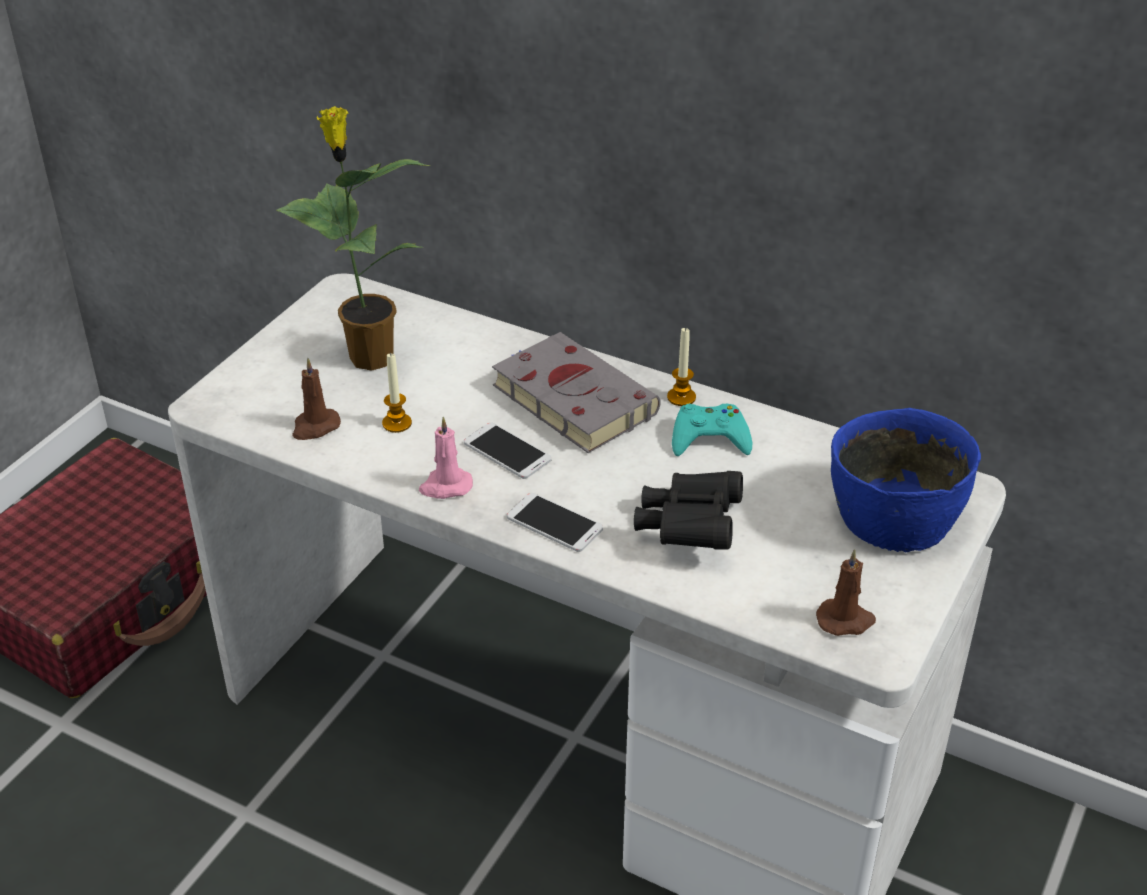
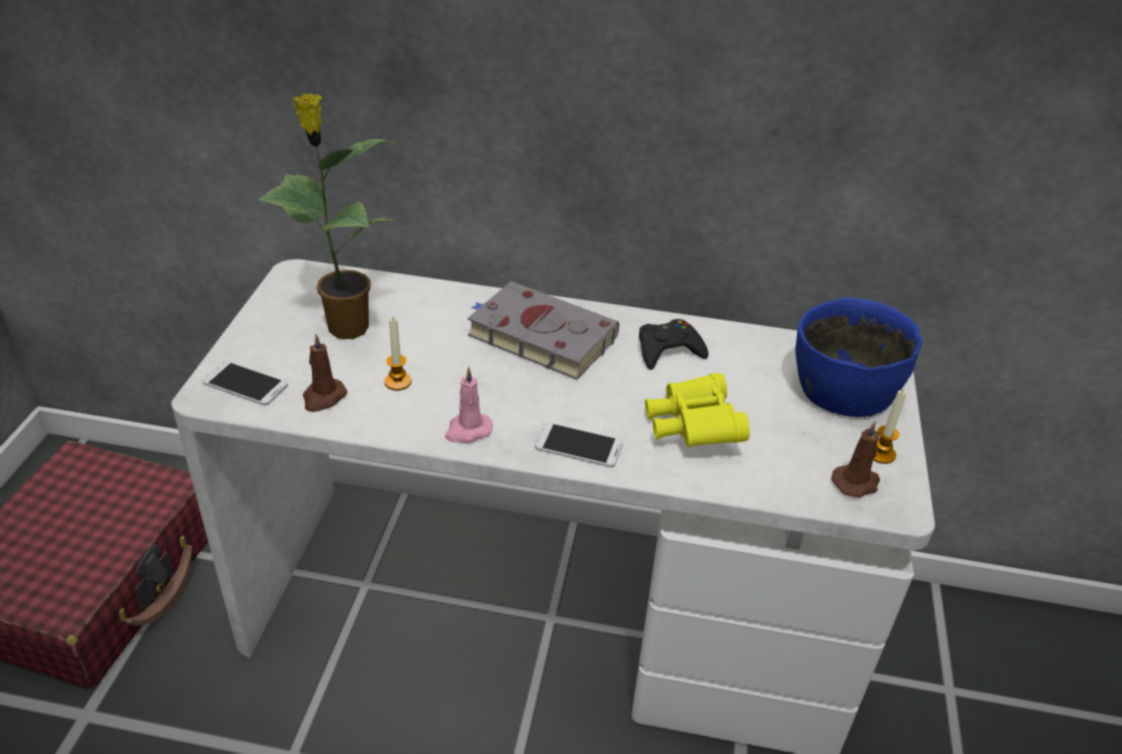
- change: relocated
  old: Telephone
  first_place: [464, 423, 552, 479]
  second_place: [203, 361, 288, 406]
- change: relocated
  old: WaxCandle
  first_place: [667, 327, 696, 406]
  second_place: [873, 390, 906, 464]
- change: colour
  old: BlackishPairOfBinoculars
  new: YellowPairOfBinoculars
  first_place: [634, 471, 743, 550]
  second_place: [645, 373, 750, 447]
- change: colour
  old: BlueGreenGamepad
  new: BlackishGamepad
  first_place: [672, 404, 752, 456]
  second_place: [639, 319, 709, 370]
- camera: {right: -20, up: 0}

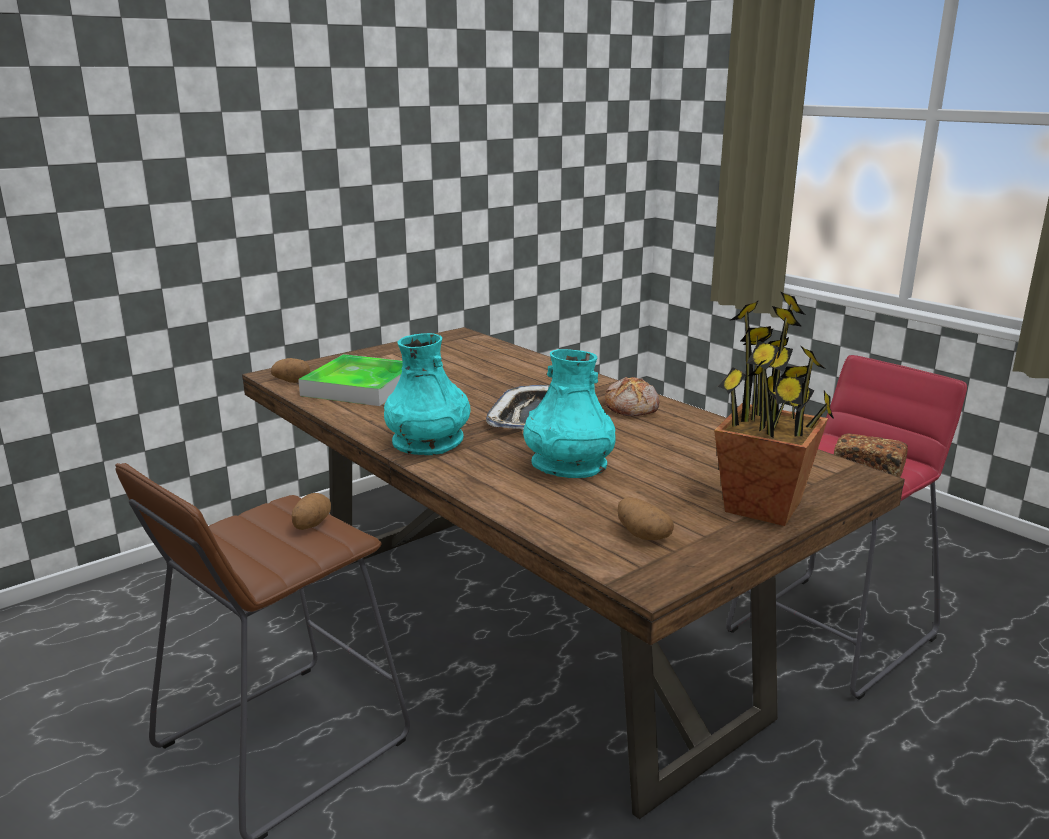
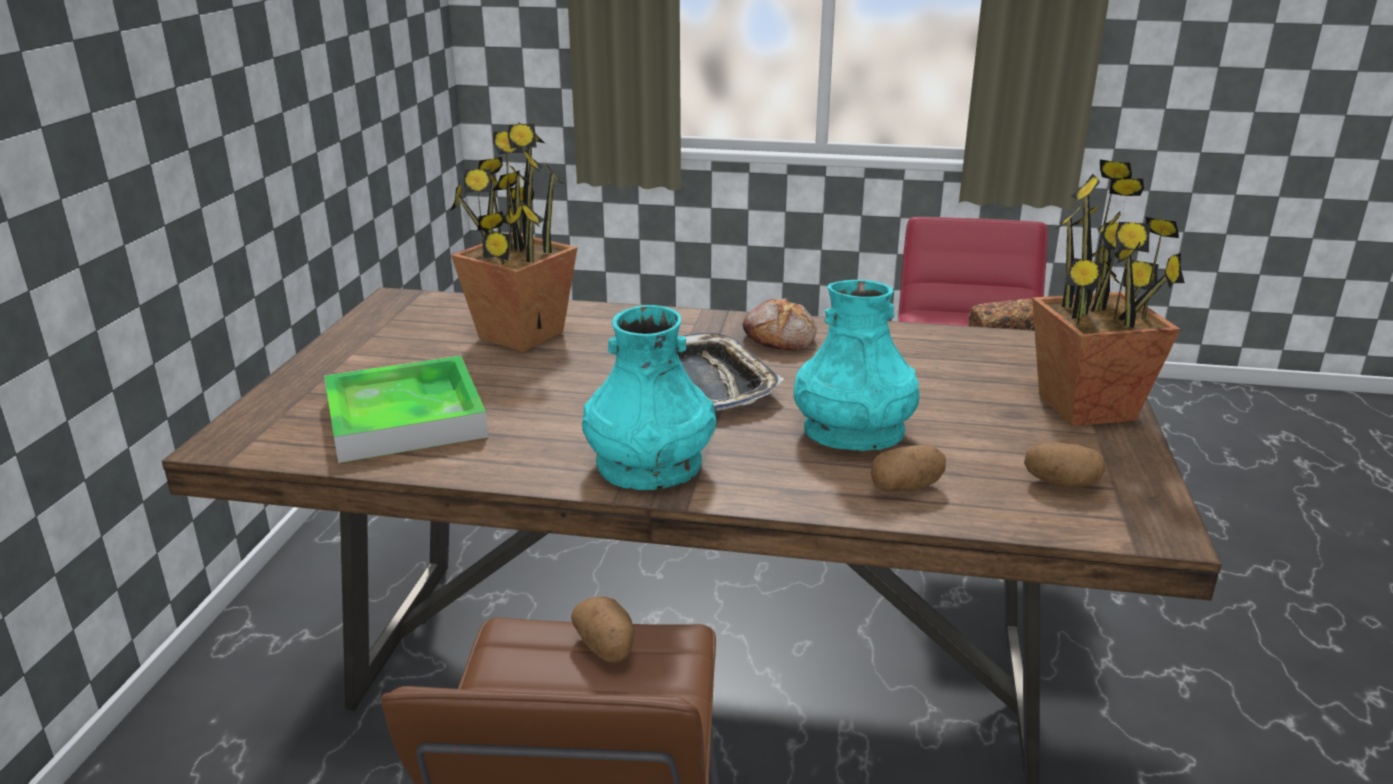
- change: appeared
  new: PlantInAPot
  second_place: [451, 123, 578, 352]
- change: relocated
  old: Spud
  first_place: [271, 358, 310, 383]
  second_place: [871, 445, 946, 491]
- camera: {right: -40, up: 5}

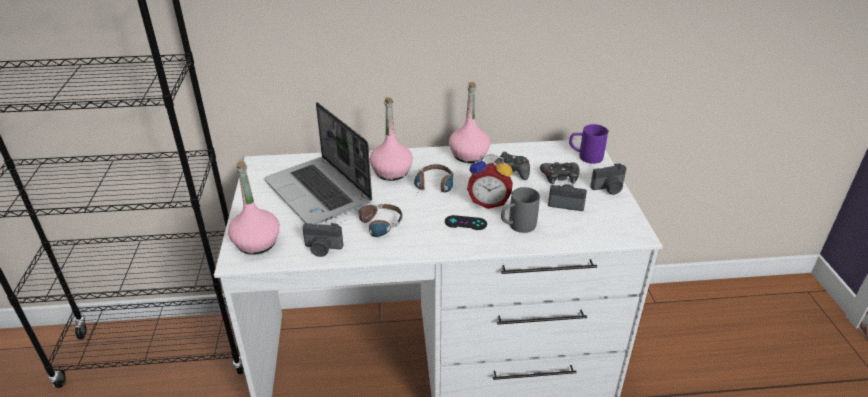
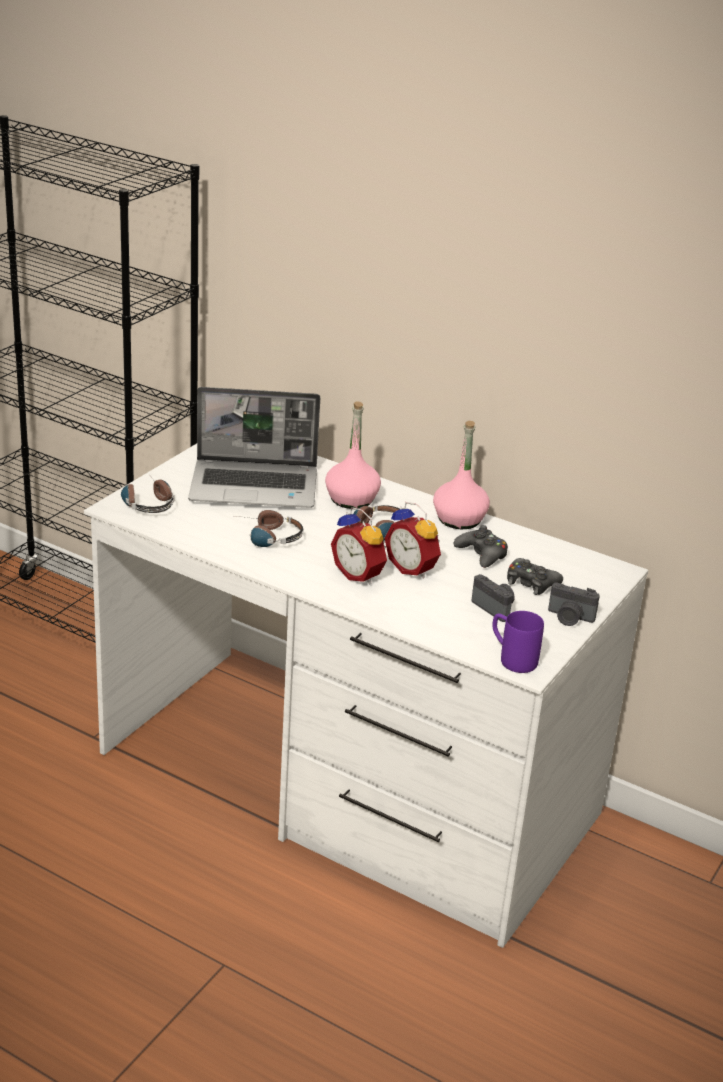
- change: missing
  old: StillCamera
  first_place: [302, 223, 343, 257]
- change: missing
  old: GreyishTeaMug
  first_place: [501, 187, 540, 233]
- change: relocated
  old: PurpleTeaMug
  first_place: [569, 124, 608, 164]
  second_place: [492, 611, 544, 673]
- change: exchanged
  old: PinkBottle
  new: PairOfHeadphones
  first_place: [228, 161, 280, 255]
  second_place: [121, 478, 174, 513]
- change: exchanged
  old: BlackishGamepad
  new: AlarmClock
  first_place: [445, 215, 487, 230]
  second_place: [331, 507, 387, 585]
- change: spun
  old: Laptop
  first_place: [264, 102, 372, 225]
  second_place: [188, 387, 320, 508]
  degrees: -90
- camera: {right: 35, up: -5}

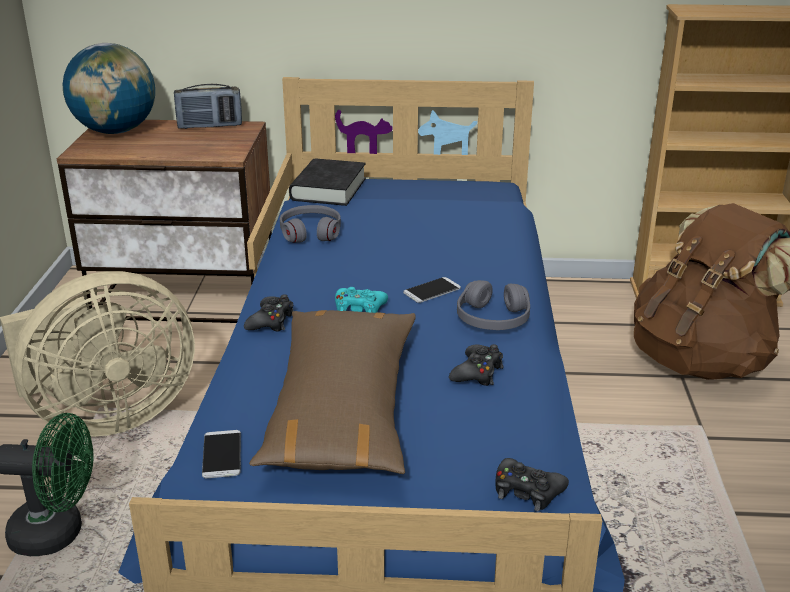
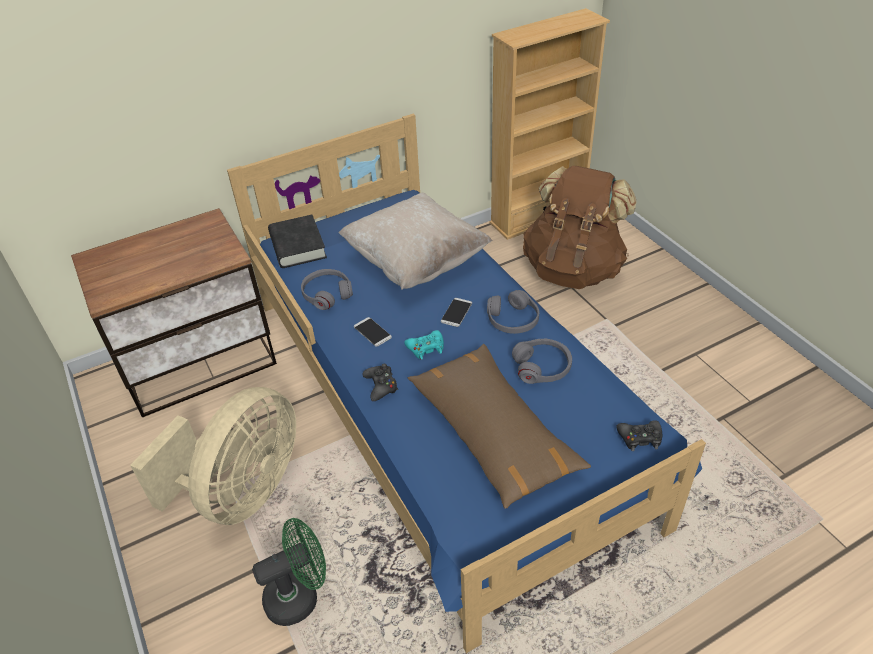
- change: missing
  old: WorldGlobe
  first_place: [62, 43, 155, 134]
- change: missing
  old: RadioSet
  first_place: [174, 84, 242, 129]
- change: appeared
  new: BeigeColouredPillow
  second_place: [339, 193, 493, 290]
- change: relocated
  old: Telephone
  first_place: [202, 430, 241, 479]
  second_place: [354, 317, 392, 347]
- change: exchanged
  old: BlackishGamepad
  new: GreyishPairOfHeadphones
  first_place: [449, 344, 504, 386]
  second_place: [512, 339, 572, 384]
- camera: {right: -30, up: 15}

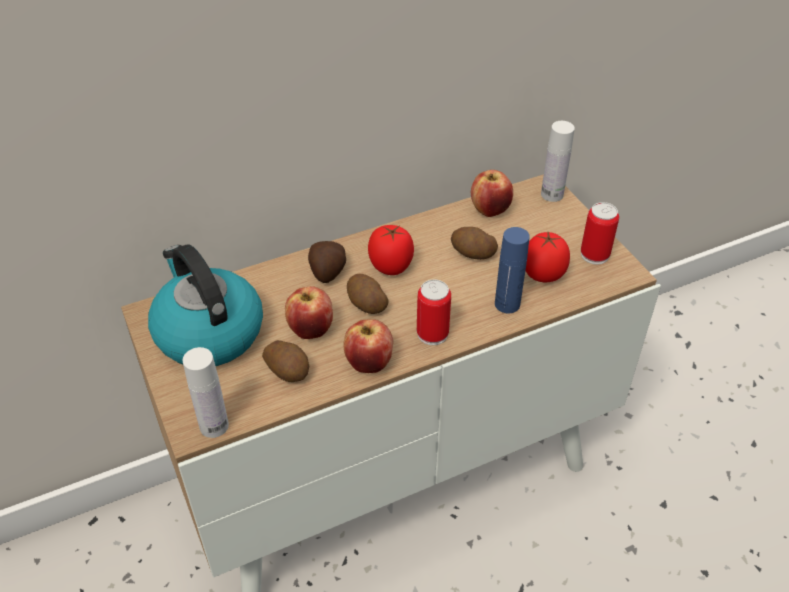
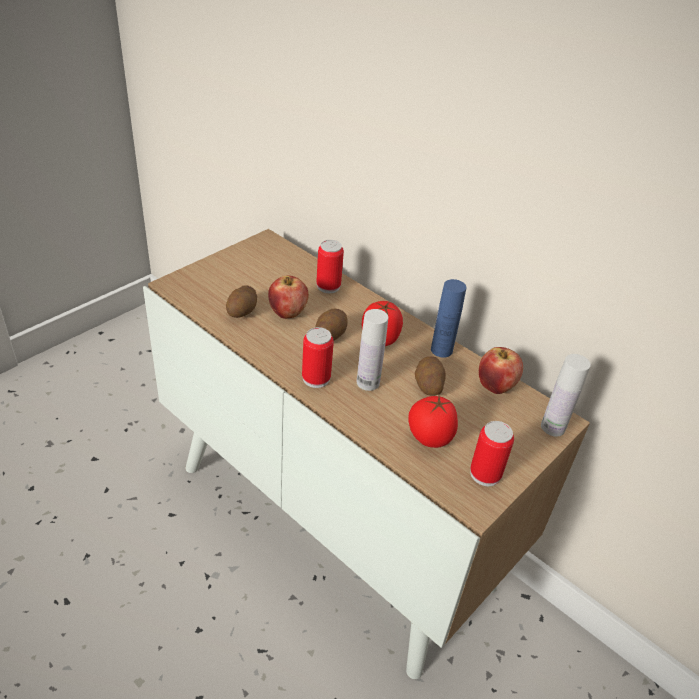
- change: missing
  old: Kettle
  first_place: [148, 245, 263, 366]
- change: missing
  old: Spud
  first_place: [308, 241, 346, 283]
- change: missing
  old: Apple
  first_place: [343, 319, 393, 373]
- change: appeared
  new: Can
  second_place: [316, 240, 344, 293]
- change: relocated
  old: WhiteBottle
  first_place: [183, 347, 229, 438]
  second_place: [357, 309, 388, 391]
- change: relocated
  old: BluishBottle
  first_place: [495, 227, 530, 313]
  second_place: [431, 279, 466, 358]
- camera: {right: 65, up: -5}

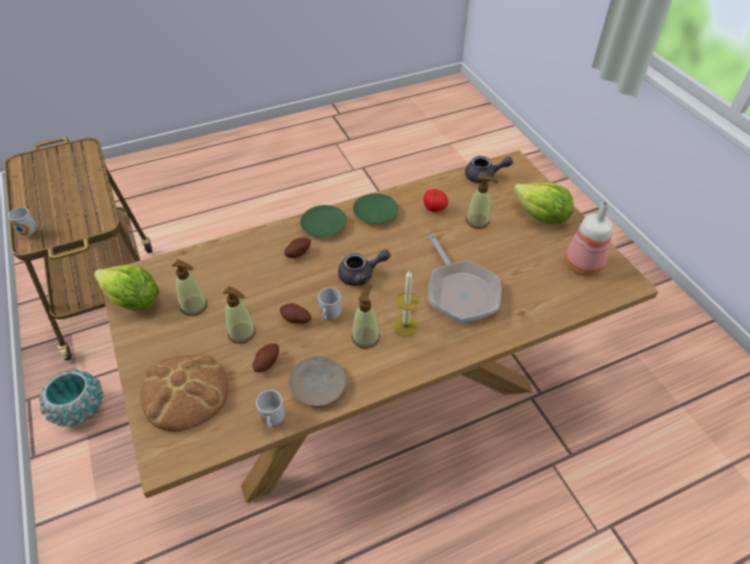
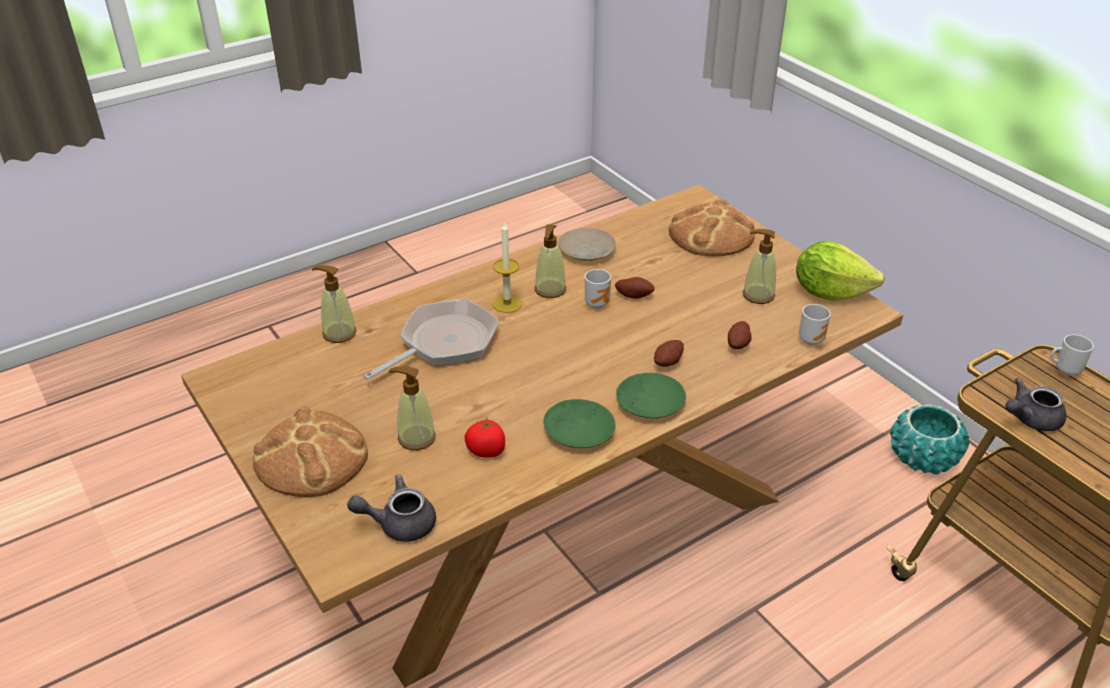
- change: missing
  old: Bottle
  first_place: [565, 201, 613, 276]
- change: relocated
  old: LiquidSoapBottle
  first_place: [223, 286, 256, 344]
  second_place: [312, 265, 356, 343]
- change: relocated
  old: Spud
  first_place: [253, 344, 279, 372]
  second_place: [728, 321, 752, 349]
- change: relocated
  old: TeaMug
  first_place: [256, 390, 285, 429]
  second_place: [799, 304, 831, 345]
- change: relocated
  old: GreyishPotForTea
  first_place: [338, 250, 391, 286]
  second_place: [1006, 378, 1067, 431]
- change: exchanged
  old: LettuceHead
  new: BakeryBread
  first_place: [513, 183, 574, 224]
  second_place: [253, 406, 368, 497]
- change: spun
  old: Pan
  first_place: [428, 235, 501, 323]
  second_place: [364, 299, 499, 380]
  degrees: 75
- camera: {right: 170, up: -10}

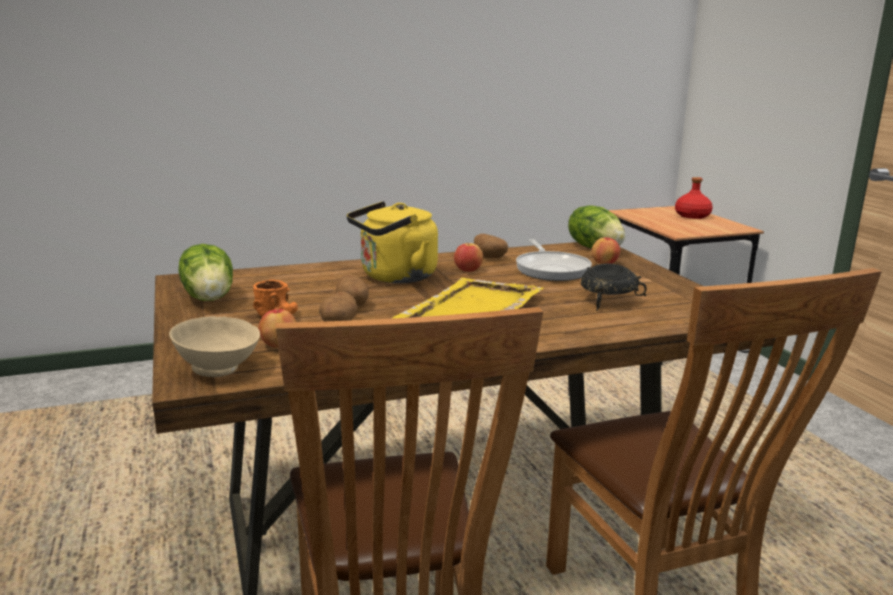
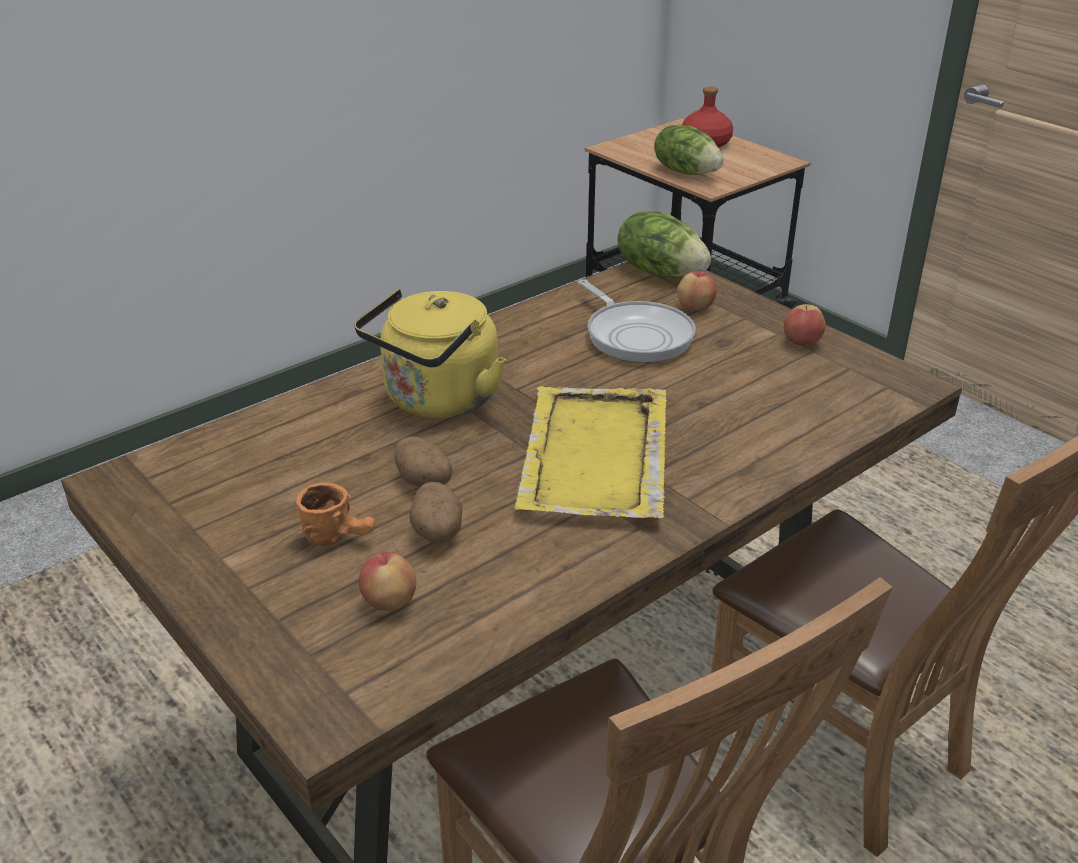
- change: missing
  old: BeigeColouredBowl
  first_place: [169, 316, 260, 377]
- change: missing
  old: Spud
  first_place: [474, 234, 508, 258]
- change: missing
  old: BlackishBowl
  first_place: [581, 263, 647, 311]
- change: relocated
  old: LettuceHead
  first_place: [179, 244, 233, 301]
  second_place: [654, 125, 724, 175]
- change: relocated
  old: Apple
  first_place: [454, 242, 483, 272]
  second_place: [784, 304, 826, 346]
- camera: {right: -20, up: 15}

